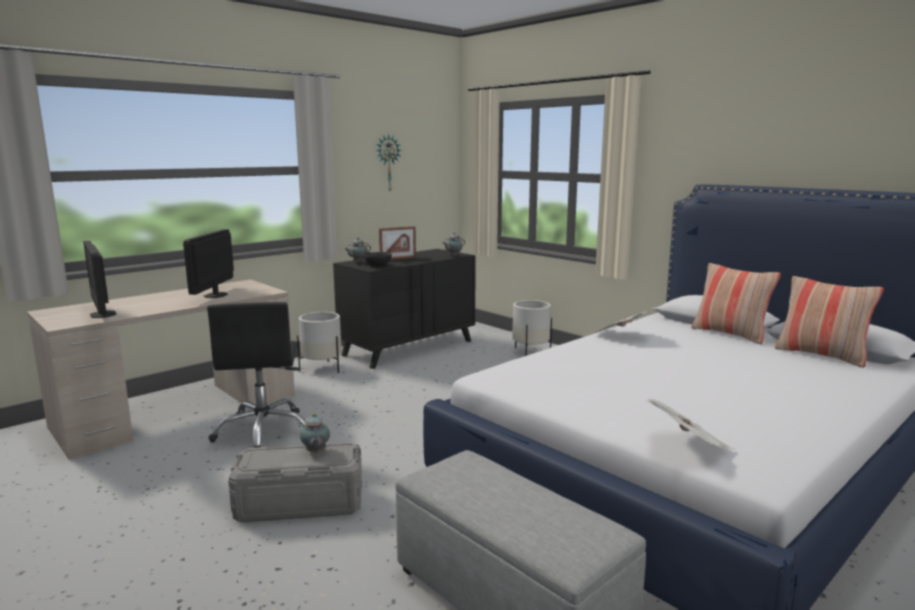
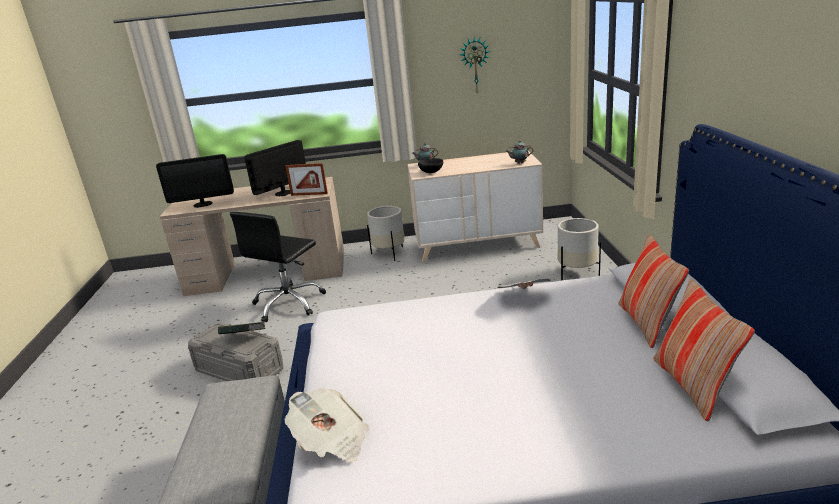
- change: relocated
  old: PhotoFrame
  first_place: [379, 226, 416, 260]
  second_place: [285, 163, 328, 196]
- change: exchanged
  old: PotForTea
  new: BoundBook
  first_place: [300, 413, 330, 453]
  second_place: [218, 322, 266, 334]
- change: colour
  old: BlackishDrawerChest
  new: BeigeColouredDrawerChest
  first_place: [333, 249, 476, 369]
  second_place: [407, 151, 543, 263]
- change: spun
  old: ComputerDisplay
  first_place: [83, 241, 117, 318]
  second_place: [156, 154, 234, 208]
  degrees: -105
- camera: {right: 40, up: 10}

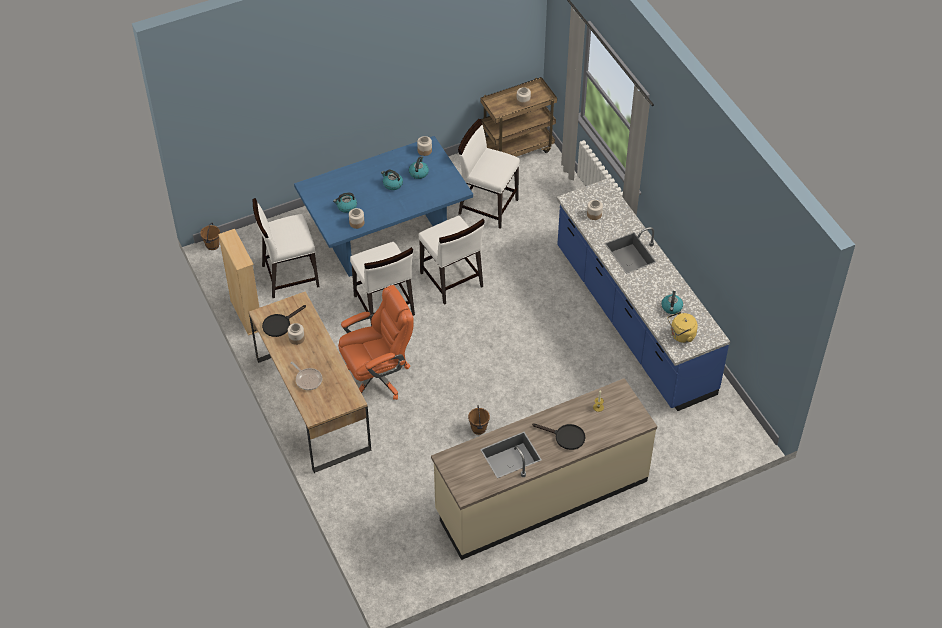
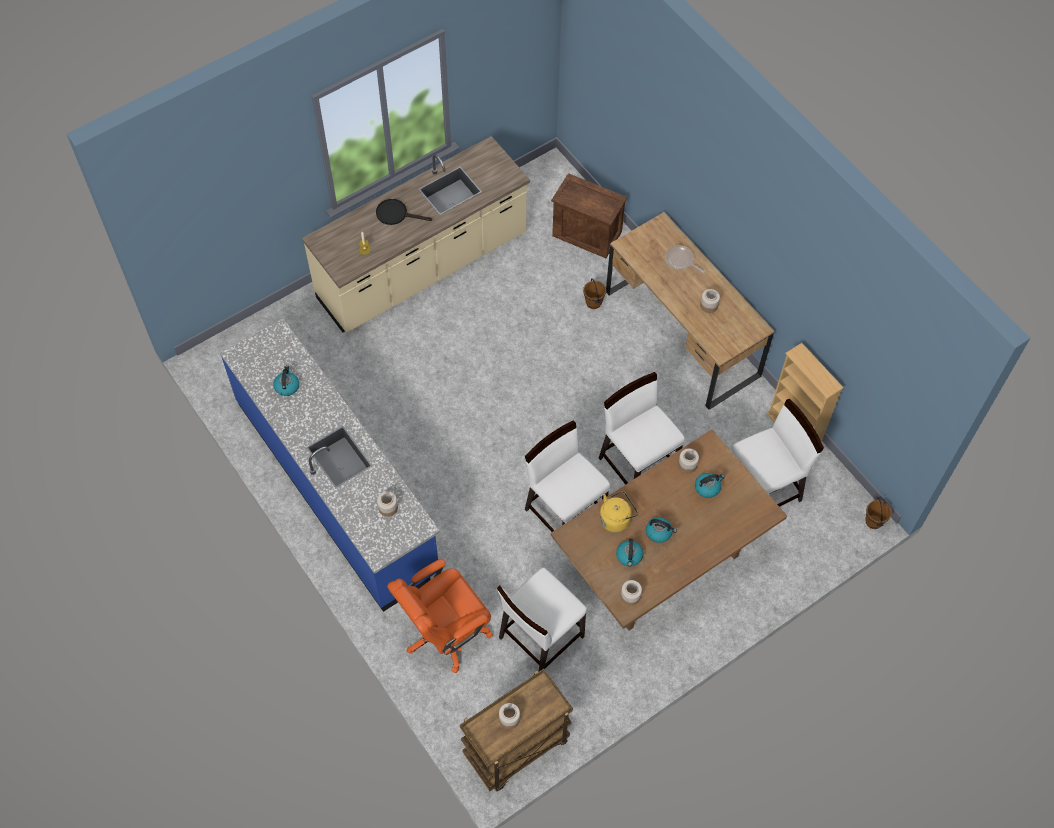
- change: missing
  old: BlackishPan
  first_place: [262, 305, 306, 337]
- change: appeared
  new: Crate
  second_place: [551, 173, 627, 258]
- change: relocated
  old: OrangeColouredComputerChair
  first_place: [338, 285, 414, 400]
  second_place: [387, 559, 493, 673]
- change: relocated
  old: BrownColouredWaterBucket
  first_place: [468, 406, 490, 435]
  second_place: [583, 278, 606, 309]
- change: relocated
  old: YellowKettle
  first_place: [668, 312, 698, 343]
  second_place: [600, 491, 638, 532]
- change: colour
  old: BluishDinnerTable
  new: BrownColouredDinnerTable
  first_place: [294, 136, 473, 277]
  second_place: [551, 429, 787, 630]
- change: spun
  old: WhiteUprightChair
  first_place: [458, 119, 520, 229]
  second_place: [497, 568, 587, 671]
  degrees: 120
- camera: {right: 170, up: 10}

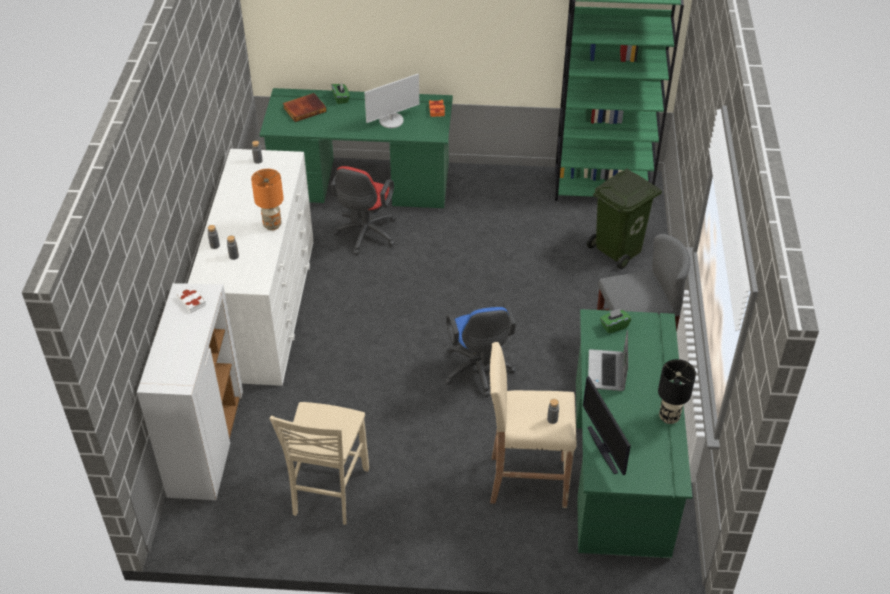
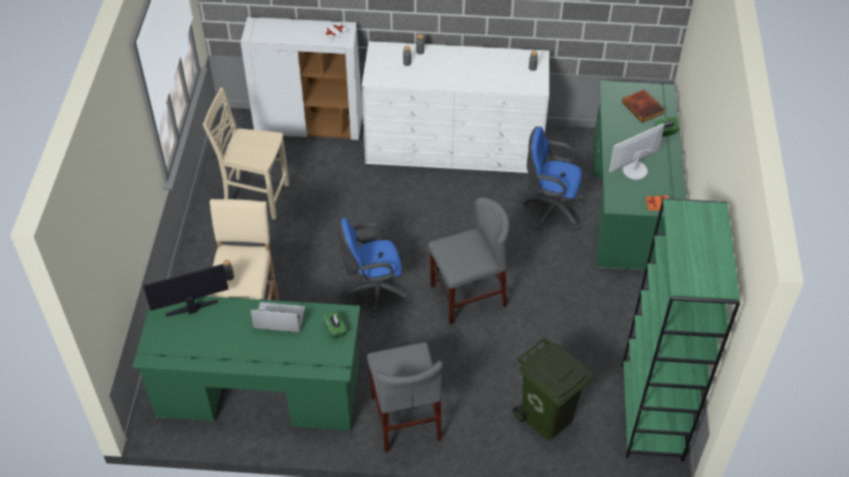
- change: missing
  old: OrangeColouredTabletopLamp
  first_place: [251, 169, 284, 230]
- change: missing
  old: BlackishTabletopLamp
  first_place: [658, 359, 696, 424]
- change: appeared
  new: GreyishUprightChair
  second_place: [428, 197, 510, 324]
- change: colour
  old: RedComputerChair
  new: BluishComputerChair
  first_place: [331, 166, 396, 255]
  second_place: [523, 126, 586, 230]
- change: spun
  old: ComputerDisplay
  first_place: [364, 74, 419, 128]
  second_place: [609, 123, 665, 180]
  degrees: 90
- camera: {right: 90, up: 5}

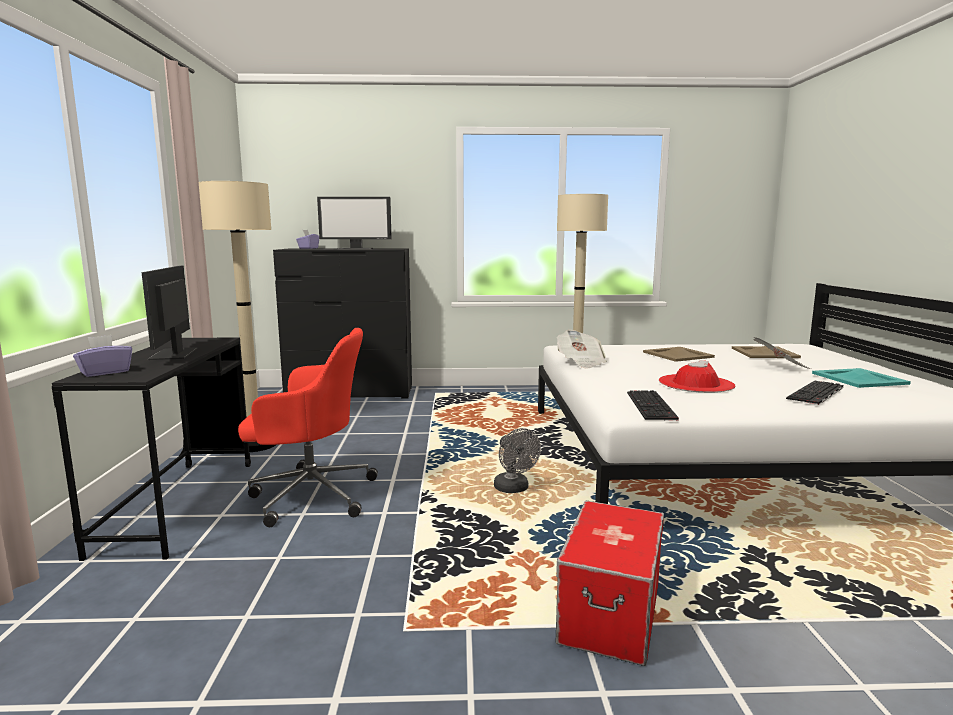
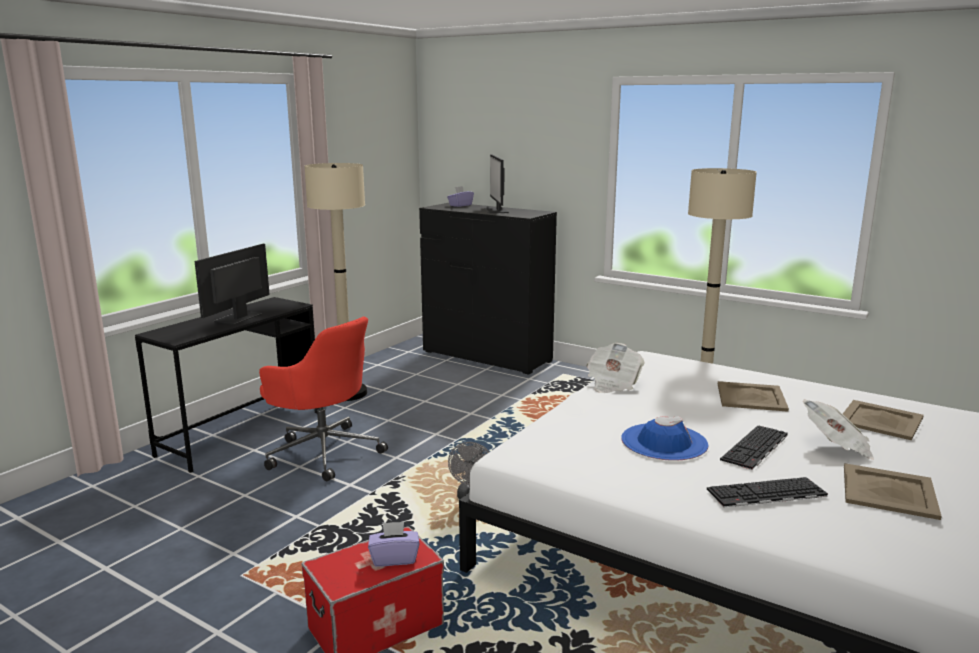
- change: relocated
  old: PurpleBoxOfTissues
  first_place: [73, 335, 132, 377]
  second_place: [368, 522, 420, 567]
- change: relocated
  old: PcKeyboard
  first_place: [627, 390, 679, 421]
  second_place: [720, 426, 788, 470]
- change: colour
  old: RedWearableHat
  new: BluishWearableHat
  first_place: [659, 360, 736, 393]
  second_place: [621, 416, 708, 461]
- change: colour
  old: BlueGreenServingTray
  new: BeigeColouredServingTray
  first_place: [812, 368, 911, 388]
  second_place: [844, 463, 942, 520]
- change: spun
  old: ComputerDisplay
  first_place: [317, 197, 392, 249]
  second_place: [484, 154, 509, 213]
  degrees: 45
- camera: {right: 35, up: 5}

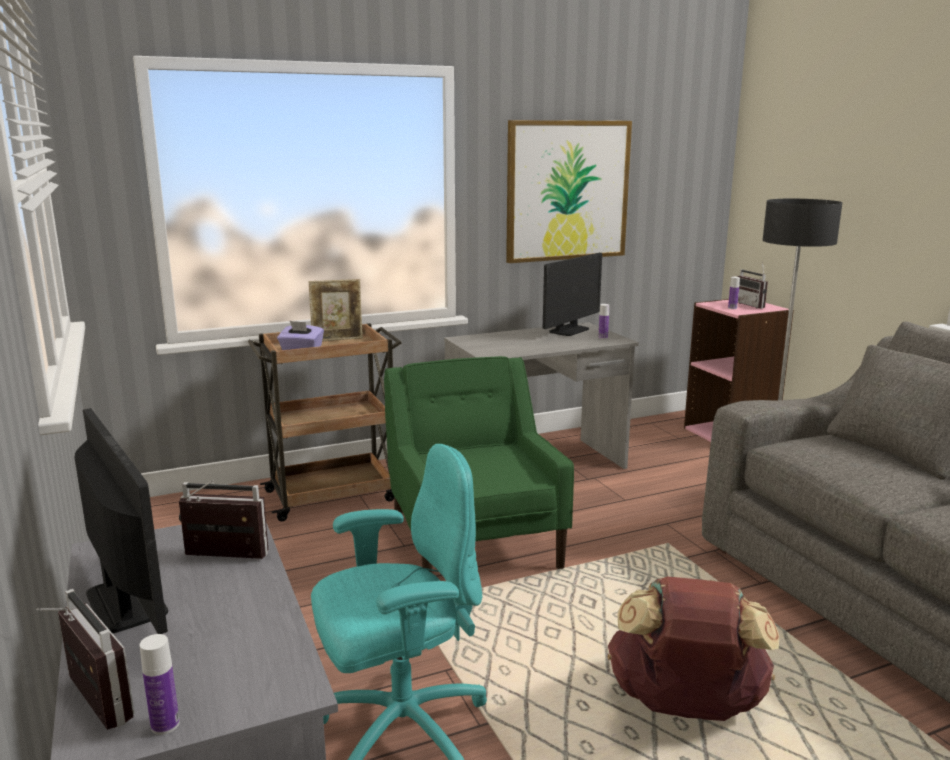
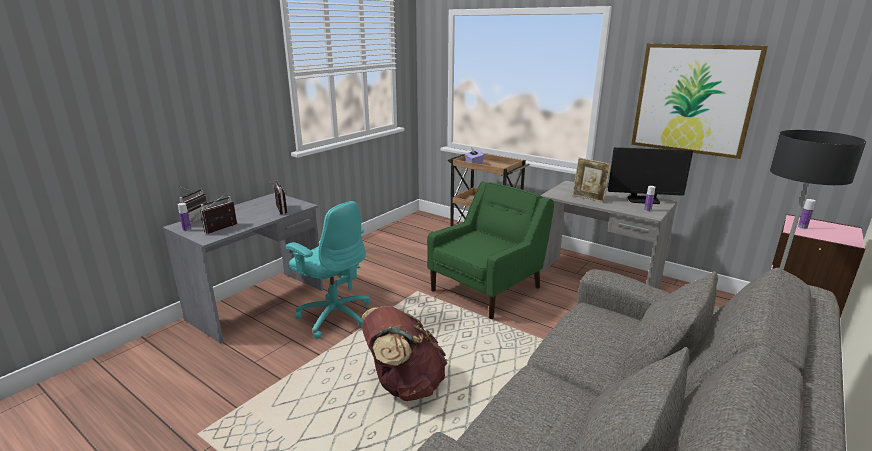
- change: missing
  old: ComputerDisplay
  first_place: [74, 408, 168, 634]
- change: relocated
  old: PhotoFrame
  first_place: [309, 279, 363, 342]
  second_place: [572, 158, 611, 202]
- change: relocated
  old: RadioSet
  first_place: [737, 262, 768, 309]
  second_place: [200, 194, 237, 234]
- camera: {right: 60, up: 5}

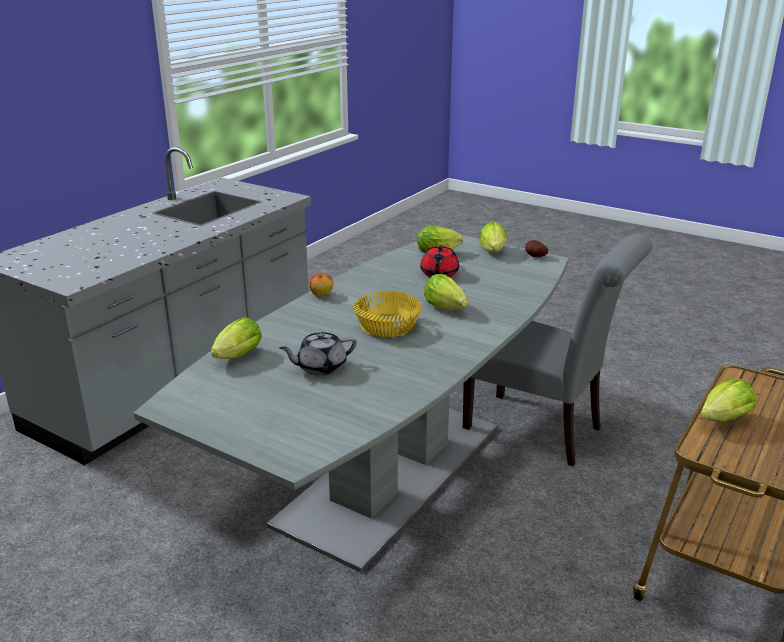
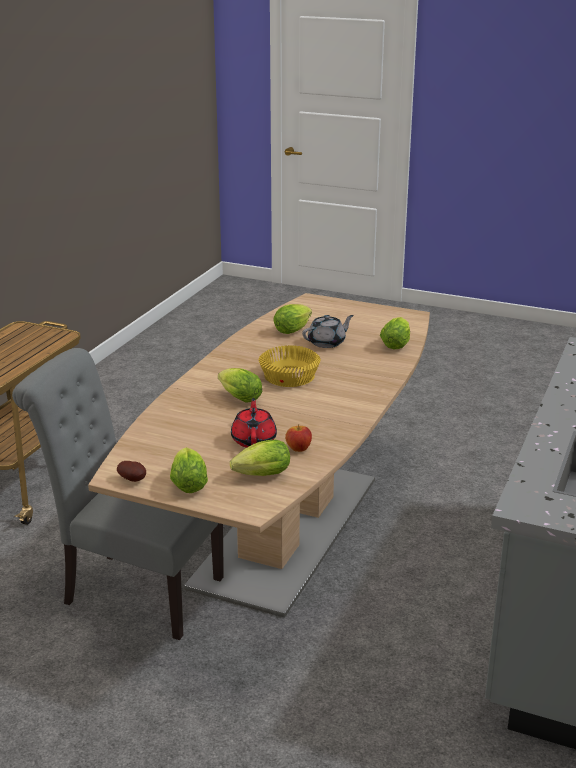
- change: relocated
  old: Apple
  first_place: [309, 274, 333, 297]
  second_place: [285, 424, 312, 452]
- change: relocated
  old: LettuceHead
  first_place: [701, 379, 756, 422]
  second_place: [273, 304, 312, 334]
- change: colour
  old: GreyishDinnerTable
  new: BrownColouredDinnerTable
  first_place: [134, 235, 569, 572]
  second_place: [88, 293, 430, 618]
- camera: {right: 170, up: 0}

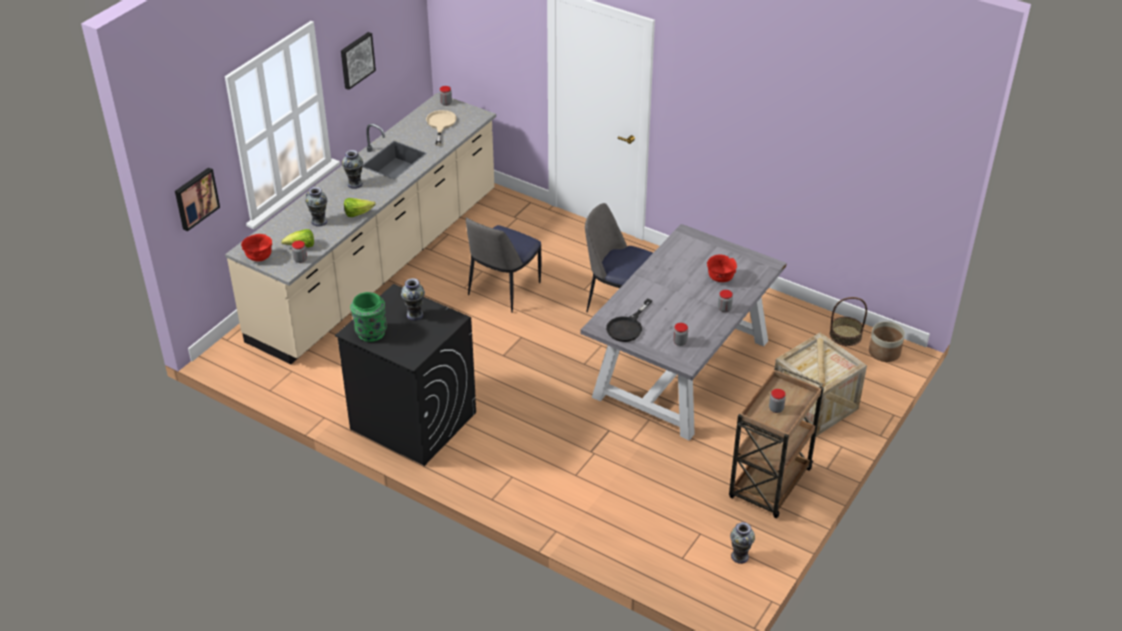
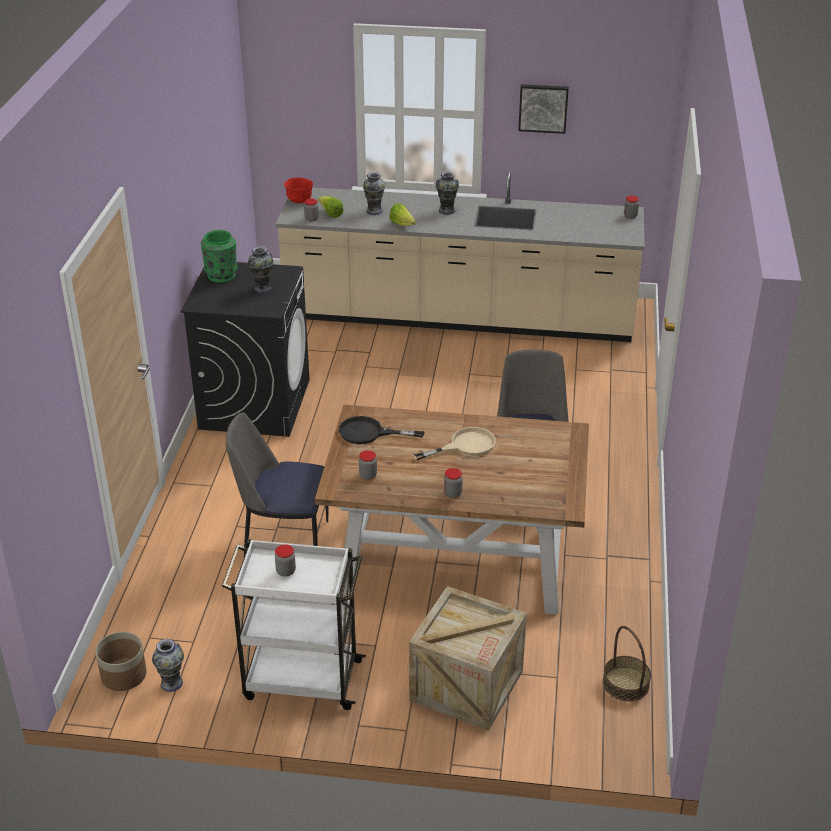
- change: missing
  old: Picture
  first_place: [175, 168, 220, 231]
- change: missing
  old: RedBowl
  first_place: [707, 254, 737, 282]
- change: relocated
  old: BeigeColouredPan
  first_place: [426, 110, 457, 146]
  second_place: [414, 427, 496, 461]
- change: relocated
  old: UprightChair
  first_place: [466, 218, 541, 313]
  second_place: [226, 412, 328, 556]
- change: relocated
  old: PlantPot
  first_place: [869, 321, 905, 362]
  second_place: [96, 632, 147, 691]
- change: colour
  old: GreyishDinnerTable
  new: BrownColouredDinnerTable
  first_place: [581, 224, 787, 441]
  second_place: [315, 405, 589, 615]
- change: colour
  old: BrownColouredWheeledCart
  new: WhiteWheeledCart
  first_place: [729, 367, 824, 518]
  second_place: [222, 539, 366, 710]
- camera: {right: 65, up: -5}

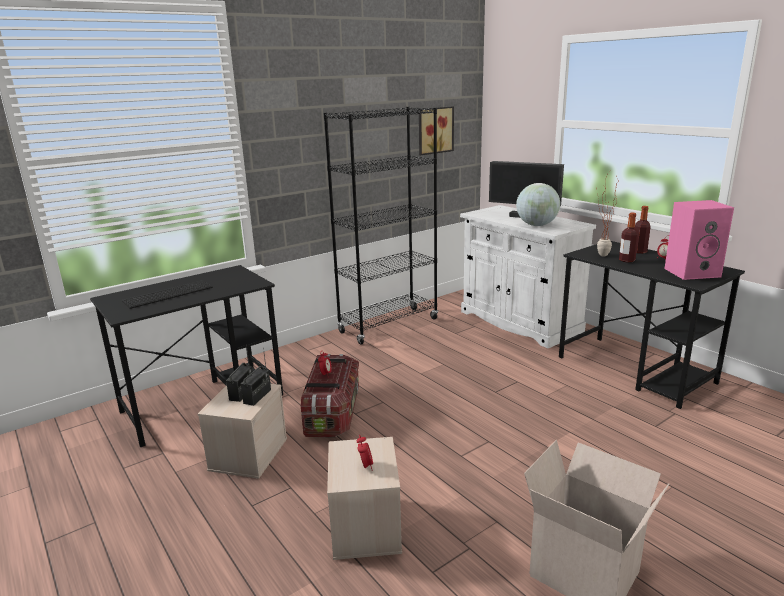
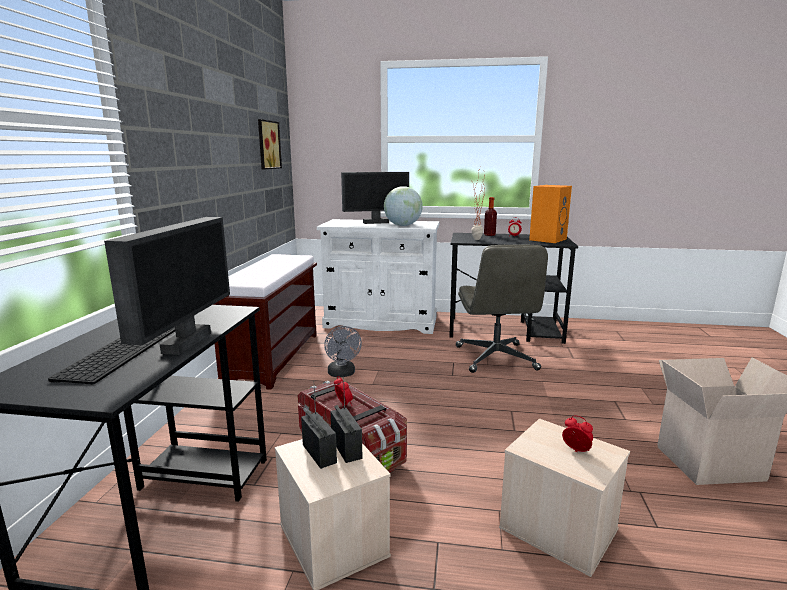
- change: missing
  old: Bottle
  first_place: [619, 213, 639, 262]
- change: appeared
  new: ComputerDisplay
  second_place: [104, 217, 230, 355]
- change: appeared
  new: GreyishElectricFan
  second_place: [324, 326, 362, 377]
- change: appeared
  new: GreyishComputerChair
  second_place: [456, 245, 548, 373]
- change: exchanged
  old: BlackishShelvingUnit
  new: BrownColouredBench
  first_place: [324, 107, 438, 345]
  second_place: [213, 254, 317, 390]
- change: colour
  old: PinkSpeaker
  new: OrangeColouredSpeaker
  first_place: [665, 200, 734, 280]
  second_place: [529, 185, 572, 243]
- camera: {right: -45, up: -5}

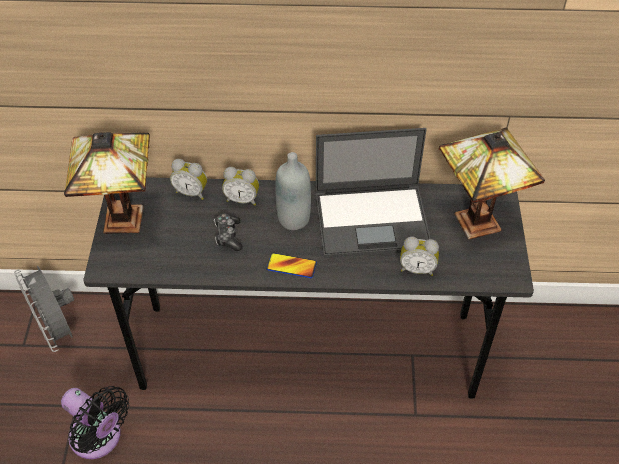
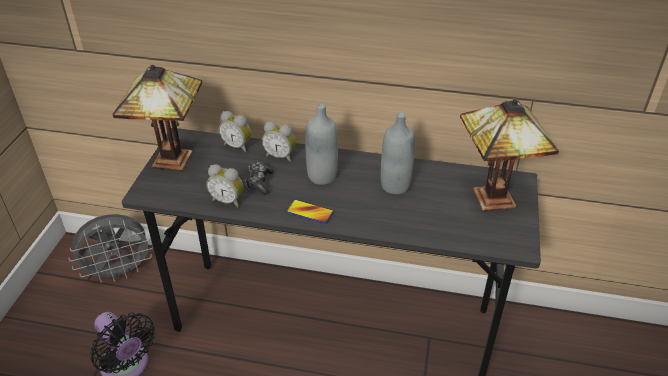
- change: relocated
  old: AlarmClock
  first_place: [400, 237, 439, 276]
  second_place: [206, 164, 243, 207]
- change: exchanged
  old: Laptop
  new: GreyishBottle
  first_place: [315, 128, 431, 258]
  second_place: [381, 113, 415, 194]
- change: spun
  old: GreyishElectricFan
  first_place: [14, 266, 74, 352]
  second_place: [69, 214, 153, 283]
  degrees: -90
- camera: {right: 10, up: -10}

